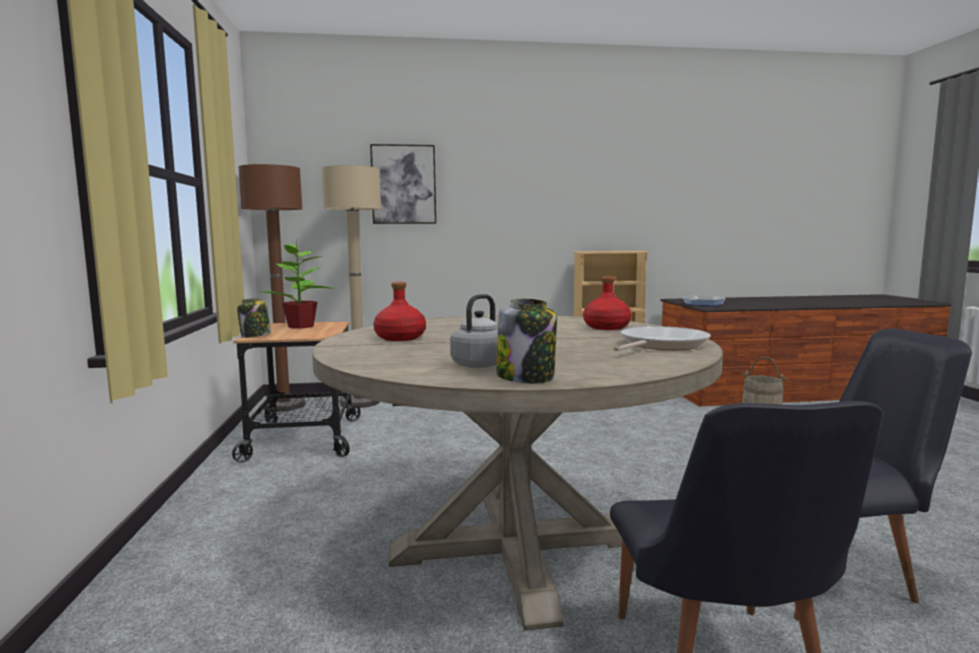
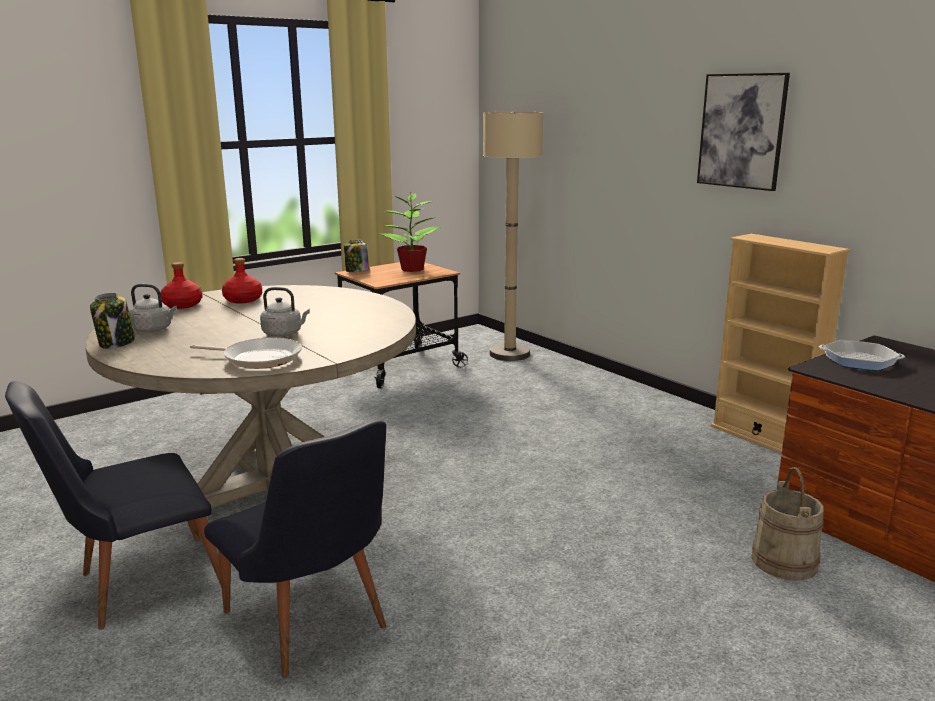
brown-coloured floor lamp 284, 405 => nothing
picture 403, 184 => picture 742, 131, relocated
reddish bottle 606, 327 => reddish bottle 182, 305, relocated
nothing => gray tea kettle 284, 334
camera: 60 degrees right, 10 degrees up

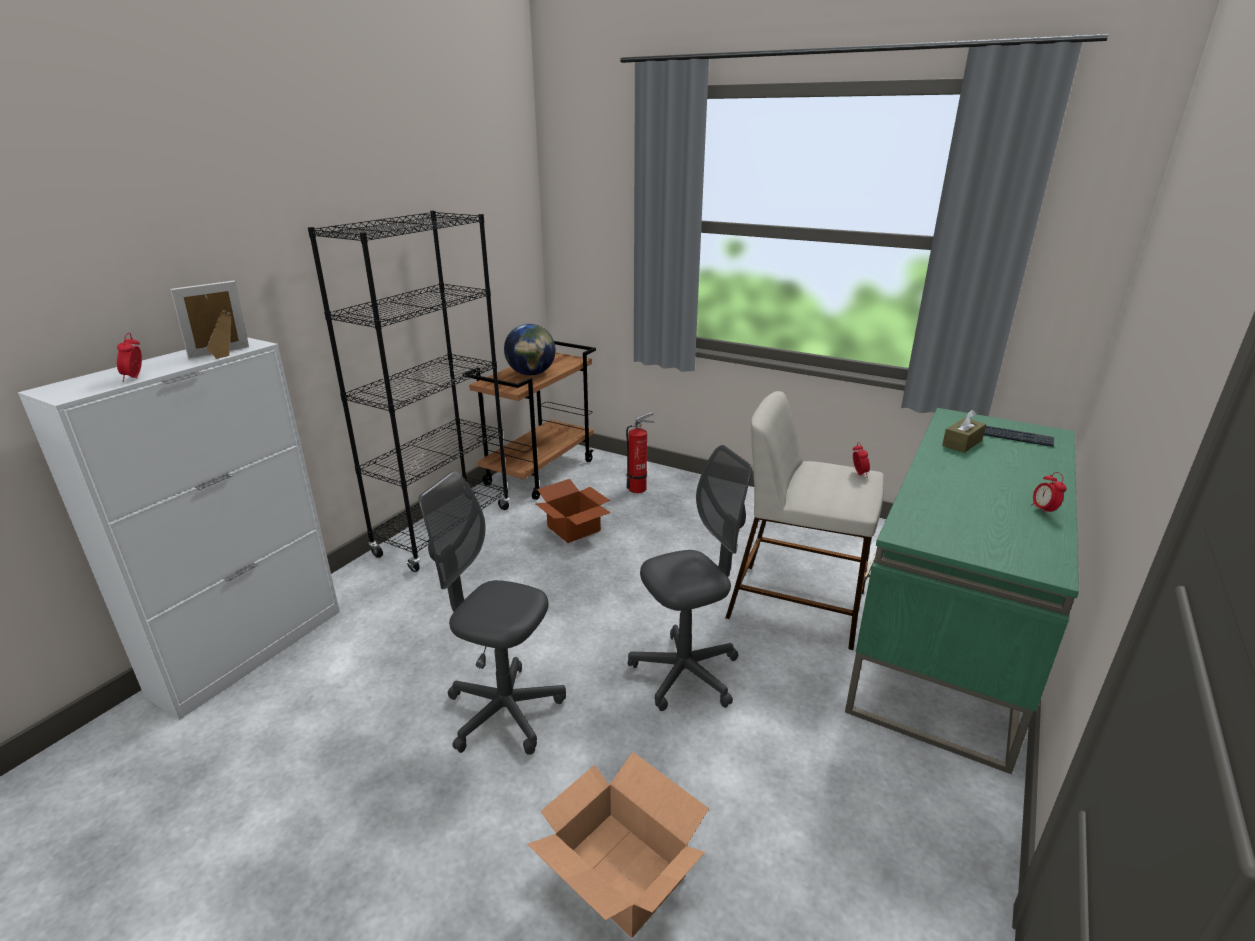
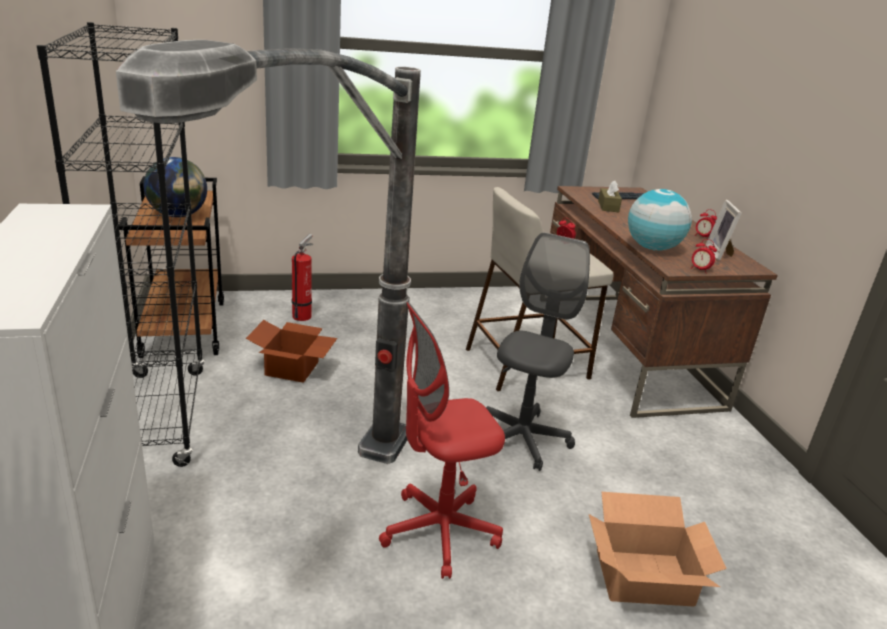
table clock 135, 378 => table clock 699, 270, relocated
standing frame 222, 354 => standing frame 720, 253, relocated
gray computer chair 504, 712 => reddish computer chair 439, 532
greenish desk 948, 636 => brown-coloured desk 624, 350
nothing => floor lamp 323, 539
nothing => desk globe 652, 248
camera: 45 degrees left, 0 degrees up

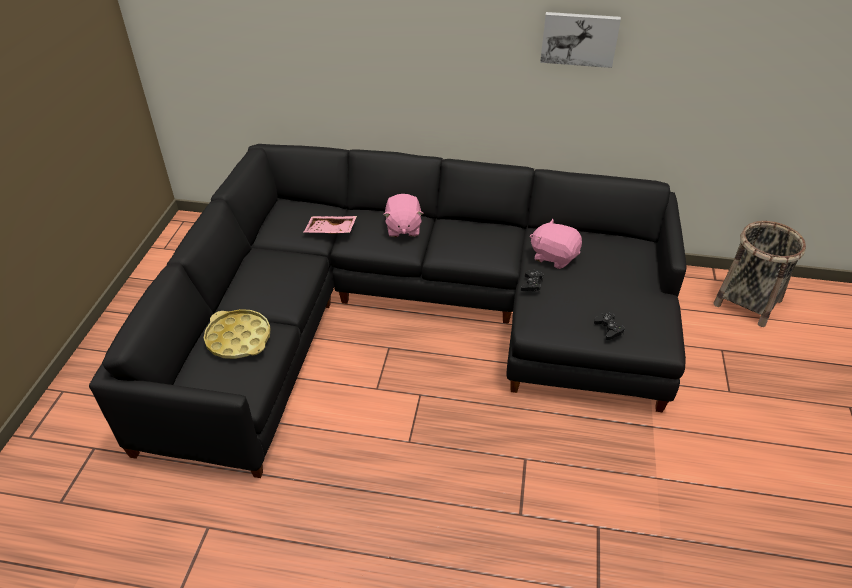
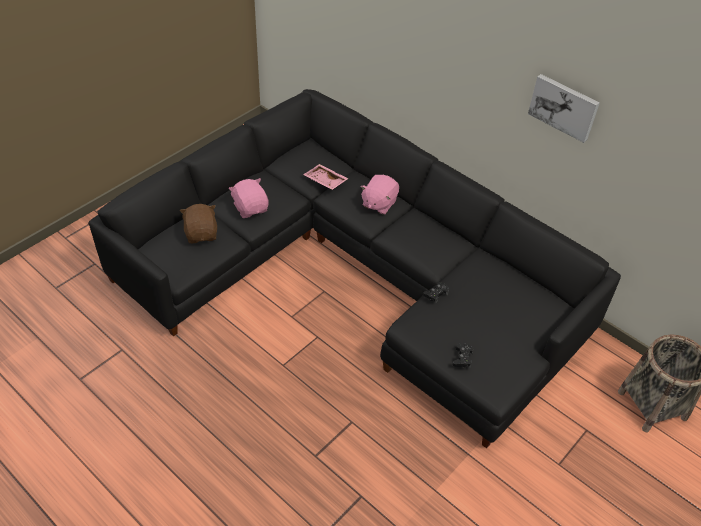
yellowish tray 238, 339 => brown-coloured plush toy 201, 234
pink-coloured plush toy 554, 256 => pink-coloured plush toy 251, 208, relocated
camera: 30 degrees right, 5 degrees up

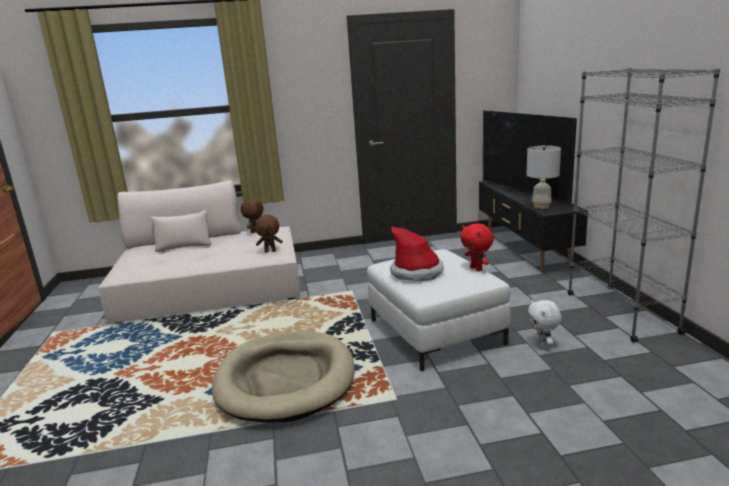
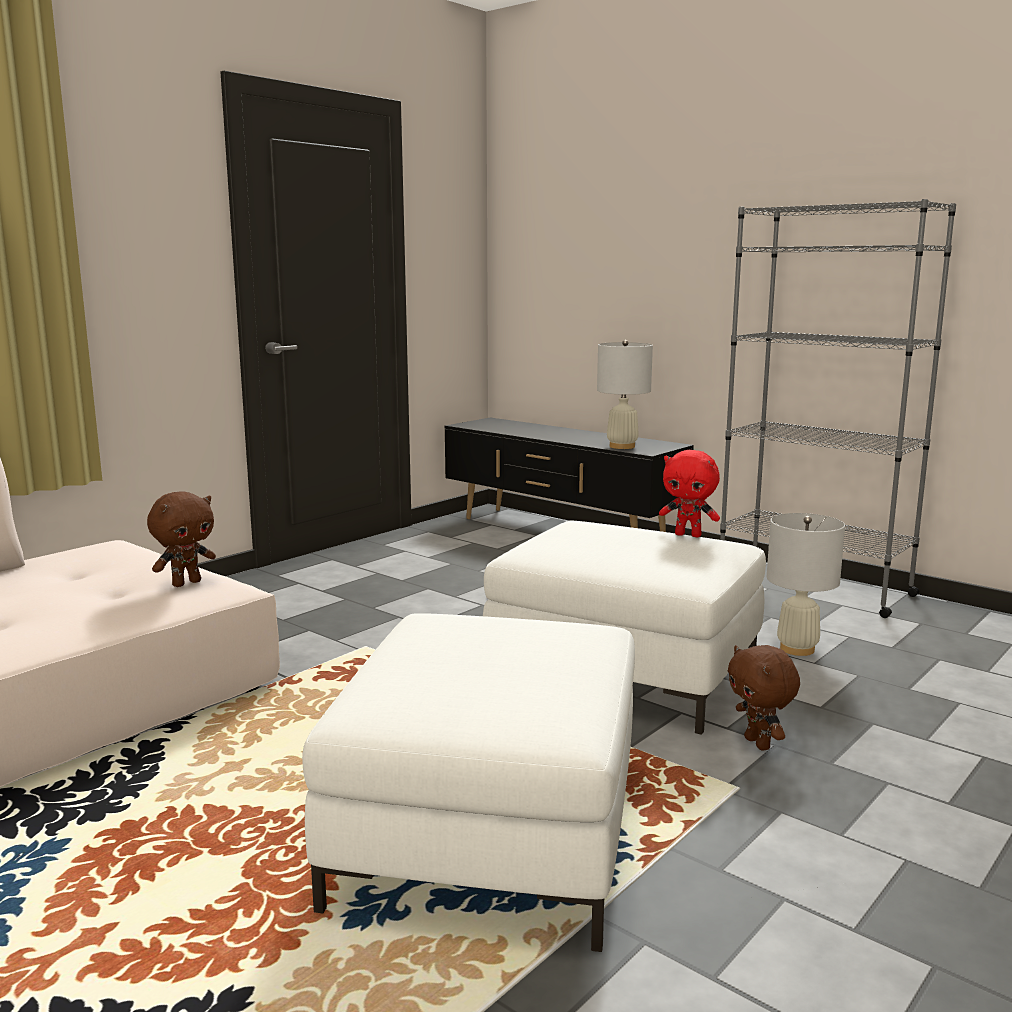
beige-coloured pet bed 285, 379 => whitish footrest 489, 832
brown-coloured plush toy 255, 232 => brown-coloured plush toy 759, 744, relocated
clothing hat 417, 272 => nothing
television 523, 192 => nothing
whitish plush toy 543, 345 => whitish table lamp 797, 649
camera: 40 degrees left, 5 degrees down

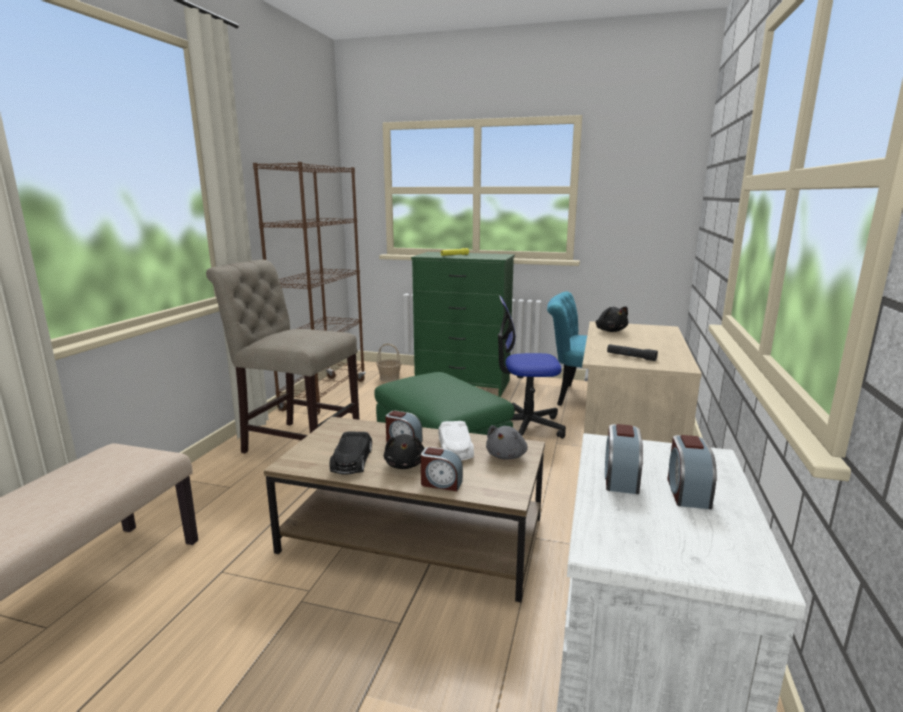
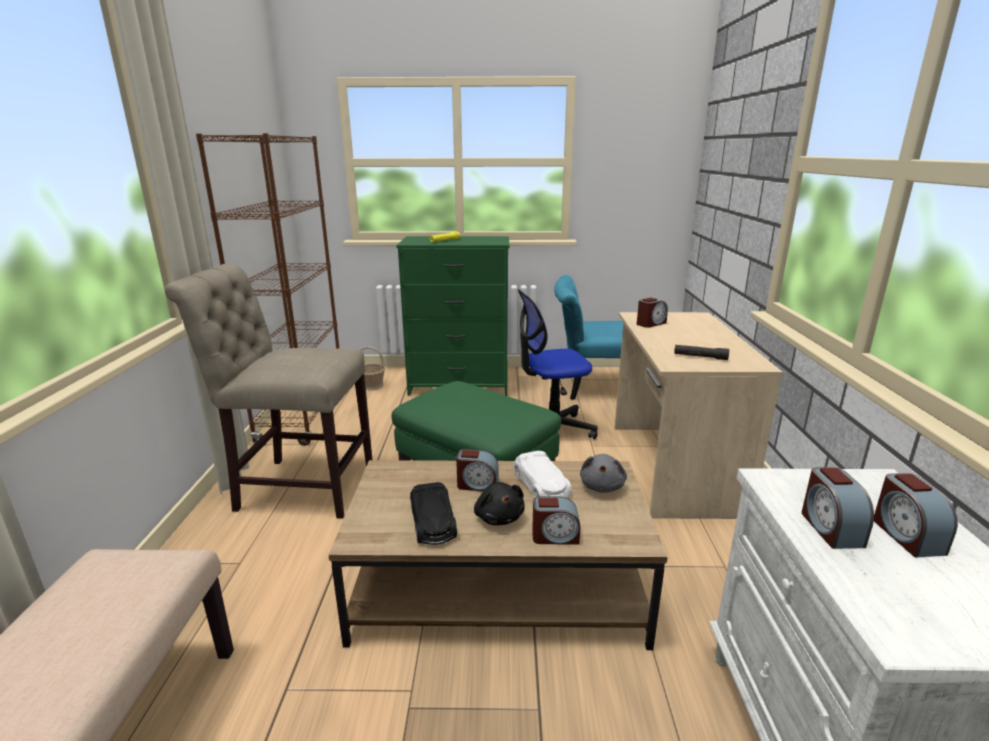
black-coloured plush toy 610, 331 => table clock 650, 323
camera: 15 degrees left, 5 degrees up

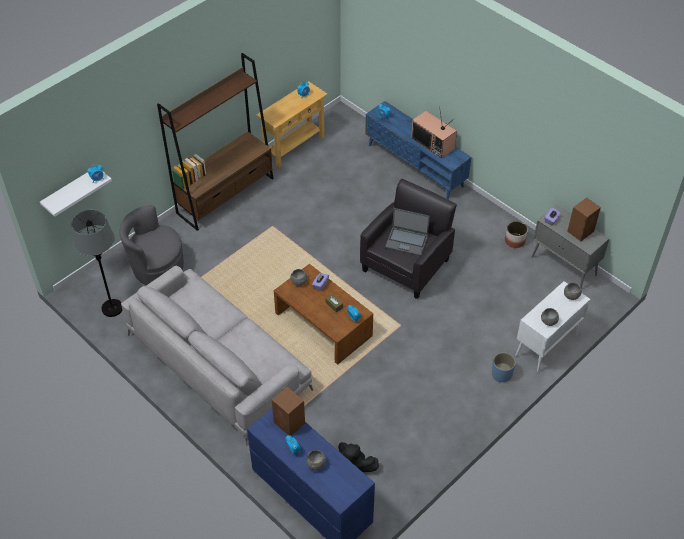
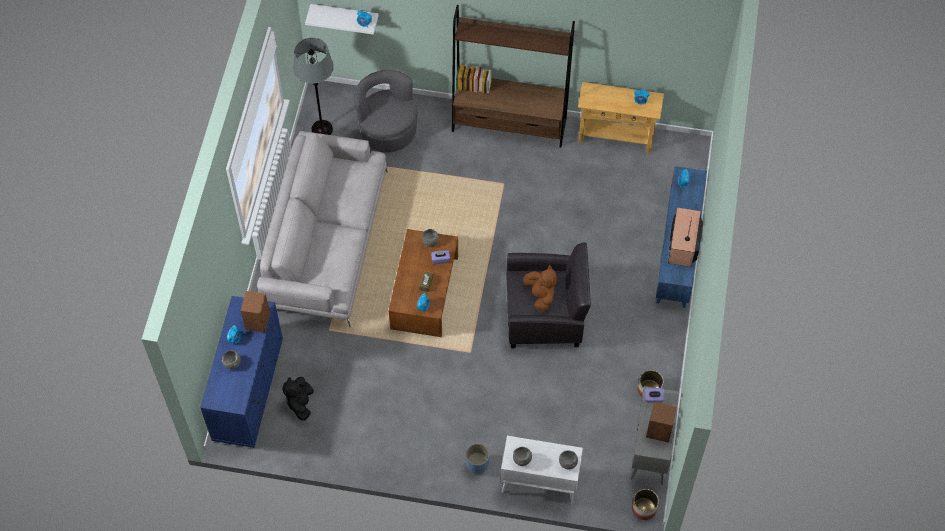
laptop 406, 241 => brown-coloured plush toy 540, 295
nothing => flower pot 644, 508
camera: 55 degrees right, 10 degrees up

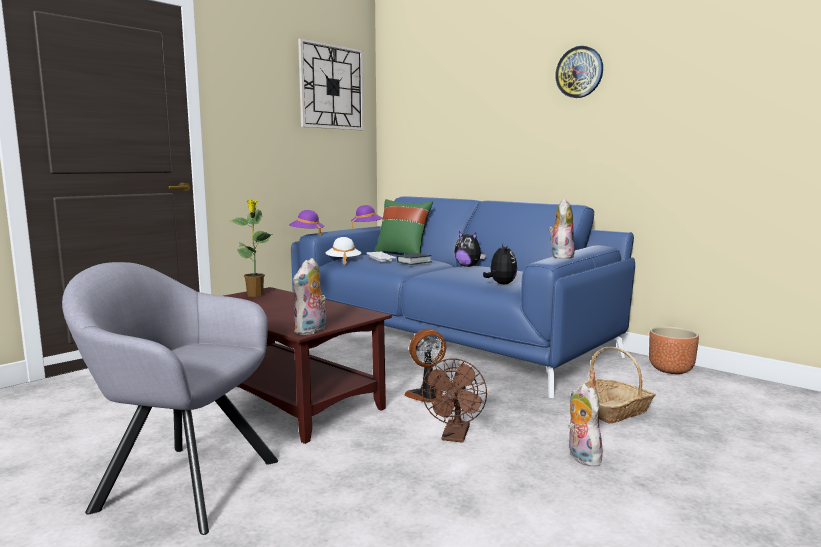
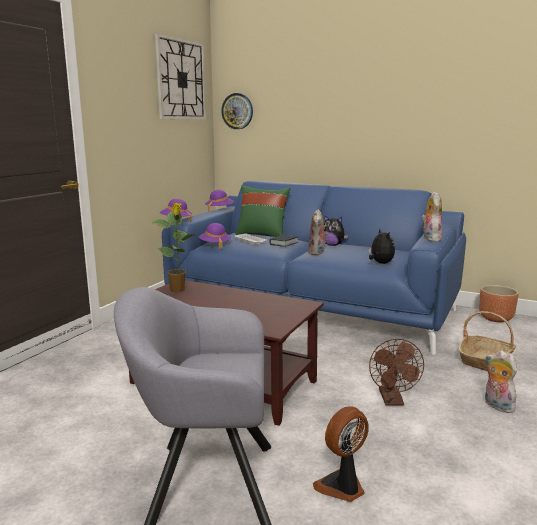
plush toy 311, 331 => plush toy 317, 253, relocated
whitish clothing hat 343, 261 => purple-coloured clothing hat 215, 245
fan 426, 396 => fan 342, 487, relocated
clock on the wall 579, 72 => clock on the wall 237, 111, relocated
camera: 15 degrees left, 5 degrees up

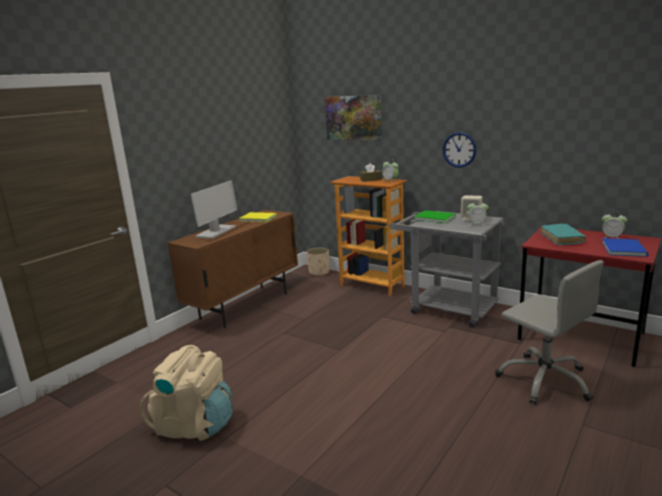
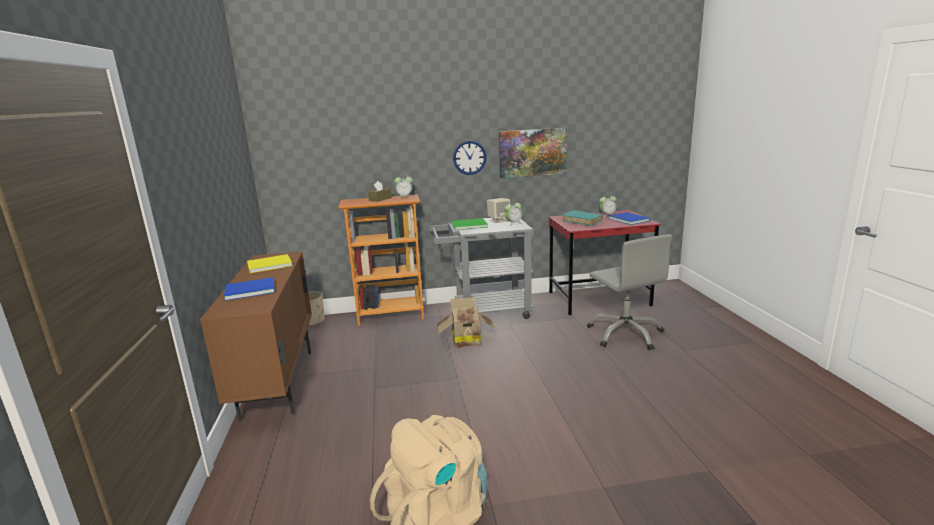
computer screen 216, 232 => blue-coloured book 248, 290
picture 353, 117 => picture 532, 152, relocated
gray computer chair 544, 380 => gray computer chair 625, 334, 60 degrees clockwise
nothing => packing box 465, 340
camera: 45 degrees left, 0 degrees up

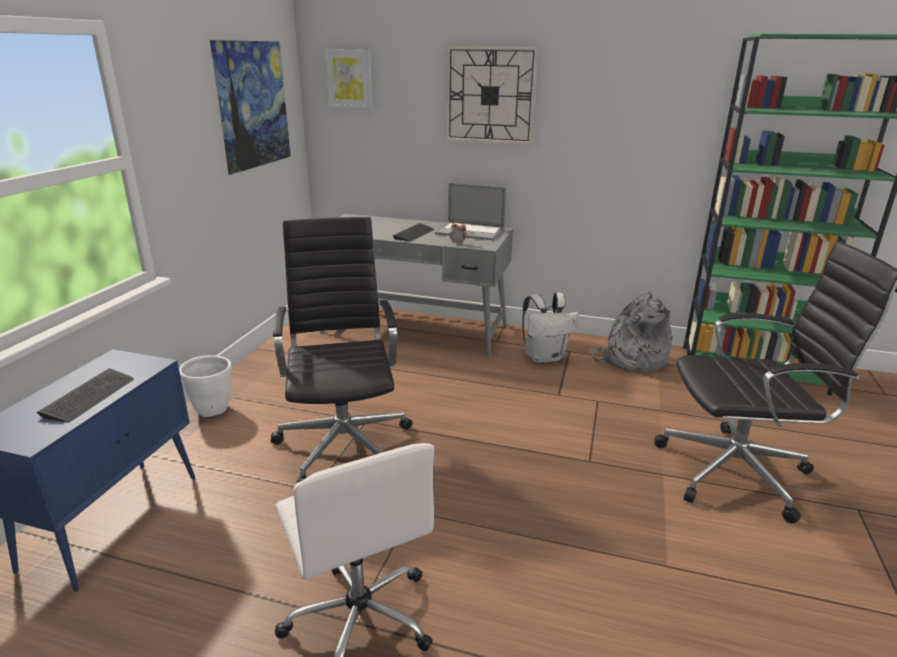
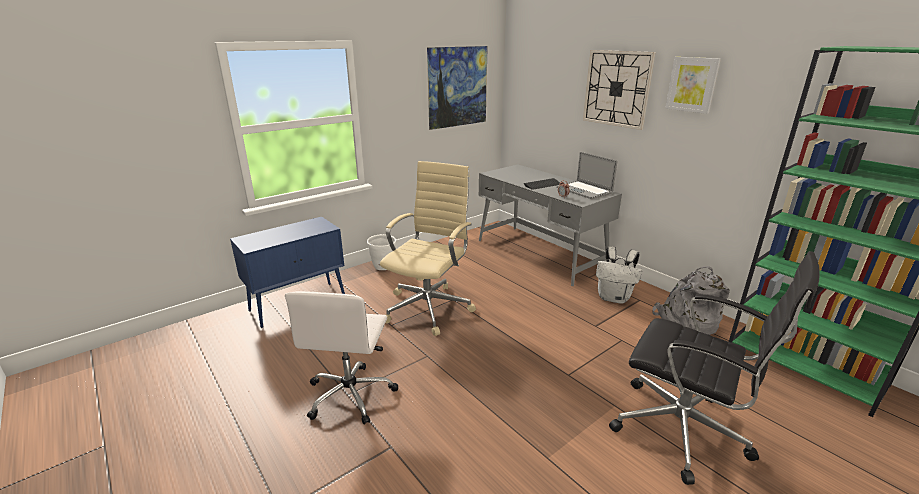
keyboard 89, 397 => nothing
black-coloured computer chair 344, 443 => beige-coloured computer chair 429, 307
picture 349, 78 => picture 692, 84, relocated
camera: 35 degrees right, 0 degrees up

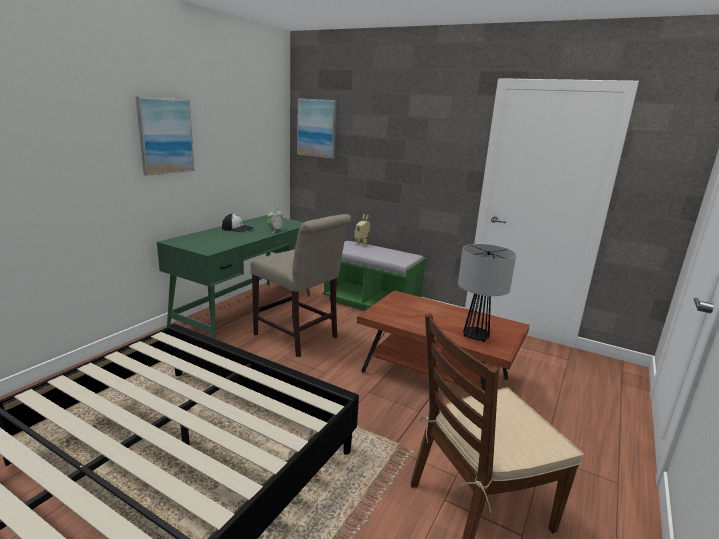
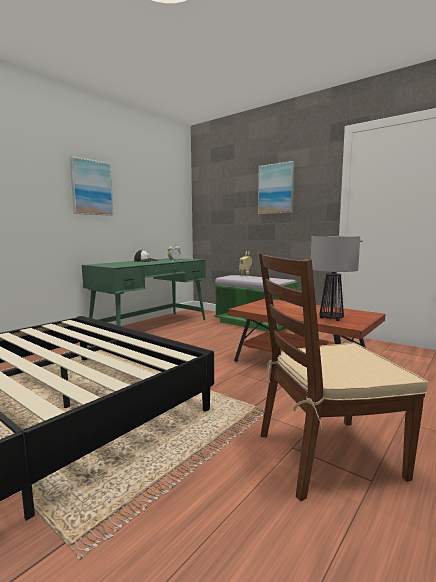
beige-coloured plain chair 298, 337 => nothing
picture 317, 128 => picture 276, 188, relocated
camera: 10 degrees right, 10 degrees down

